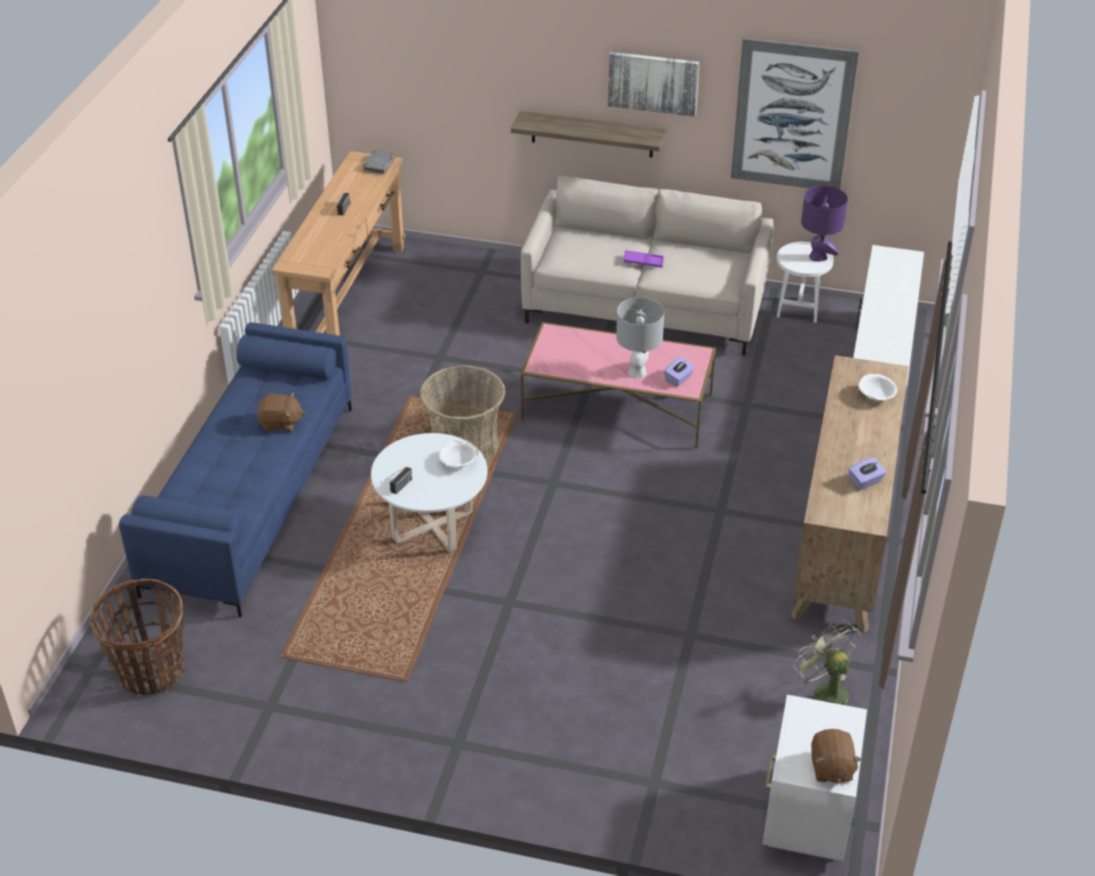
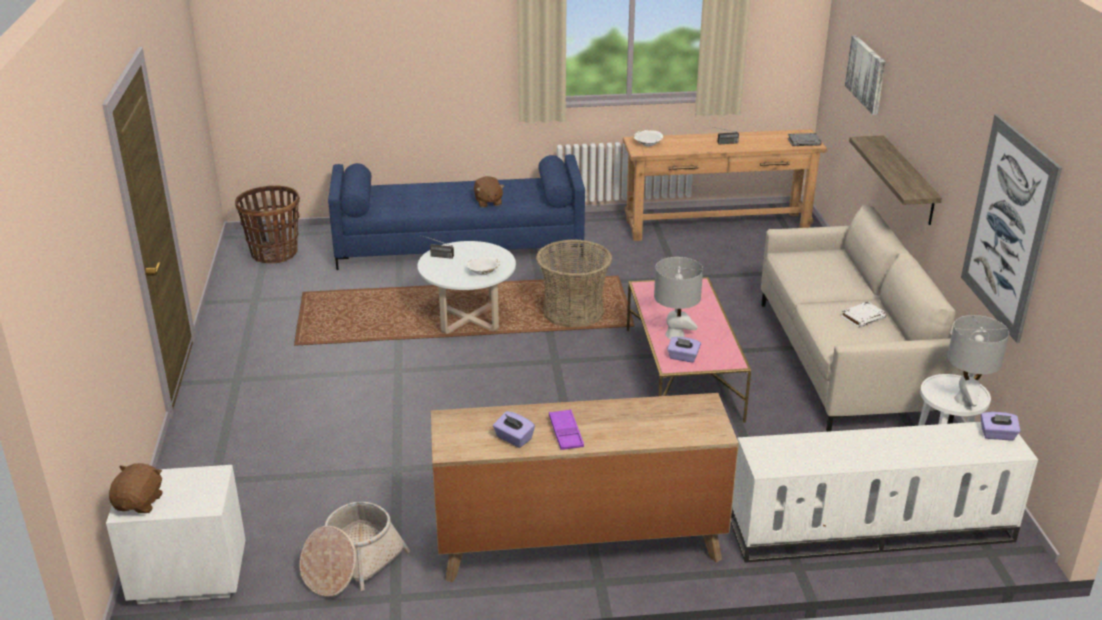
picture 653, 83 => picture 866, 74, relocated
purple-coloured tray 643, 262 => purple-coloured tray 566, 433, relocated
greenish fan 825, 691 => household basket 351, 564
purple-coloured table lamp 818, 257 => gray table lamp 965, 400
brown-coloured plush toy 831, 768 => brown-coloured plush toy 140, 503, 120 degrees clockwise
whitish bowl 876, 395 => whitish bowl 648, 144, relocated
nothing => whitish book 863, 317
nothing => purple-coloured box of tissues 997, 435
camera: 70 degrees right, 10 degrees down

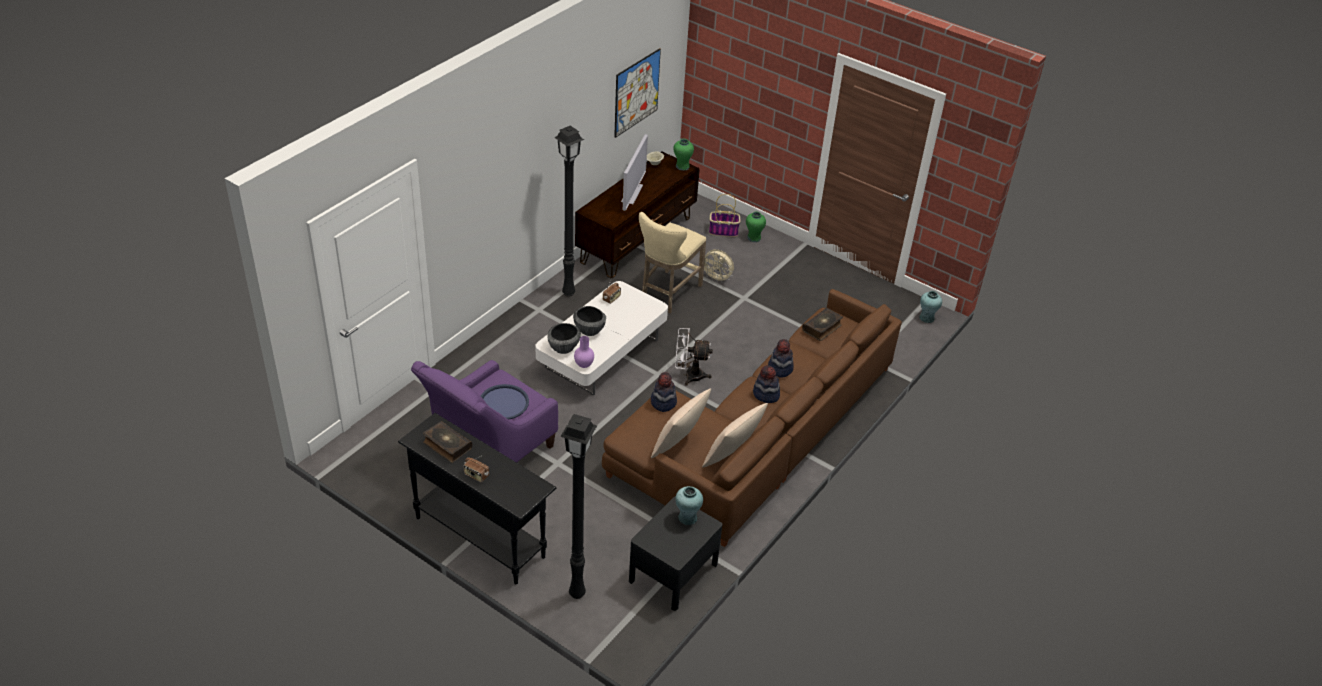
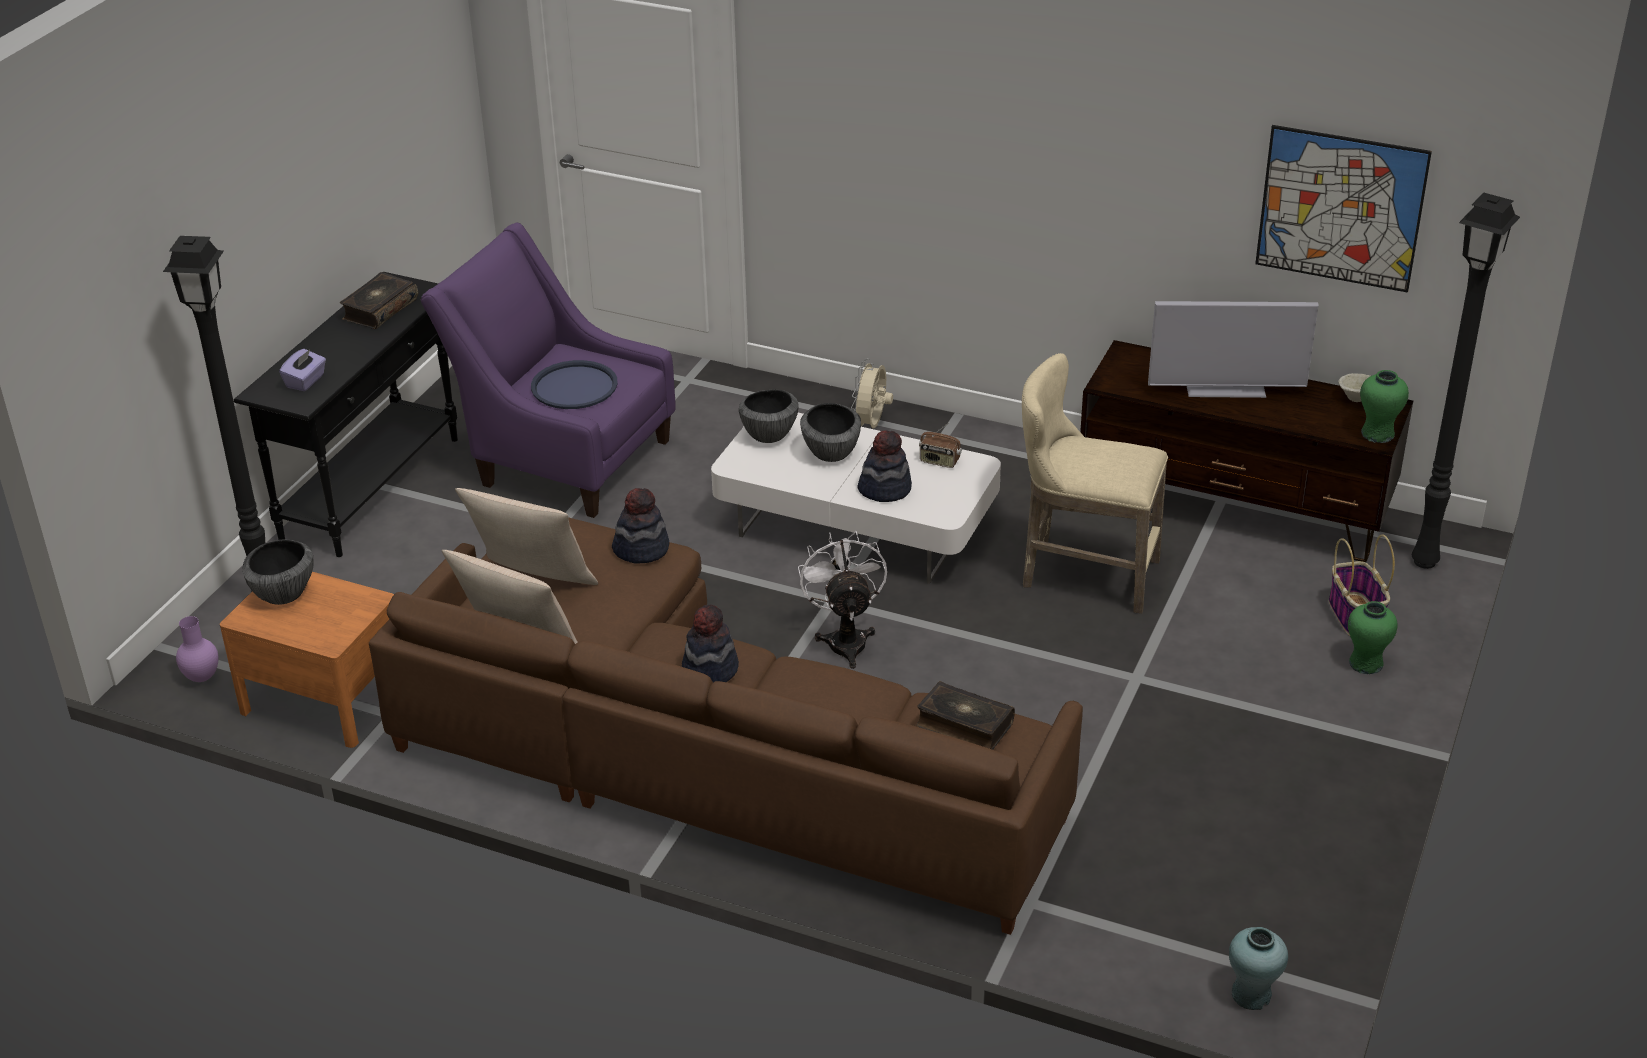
radio 476, 475 => nothing
black-coloured floor lamp 568, 292 => black-coloured floor lamp 1427, 561, relocated
purple-coloured decorative vase 583, 365 => purple-coloured decorative vase 201, 677, relocated
black-coloured night table 673, 572 => orange night table 325, 698
blue-green decorative vase 687, 518 => nothing
beige-coloured fan 716, 279 => beige-coloured fan 871, 426, relocated
clothing hat 780, 368 => clothing hat 885, 489, relocated
nothing => bowl 283, 594
nothing => purple-coloured box of tissues 306, 381
camera: 80 degrees right, 5 degrees down

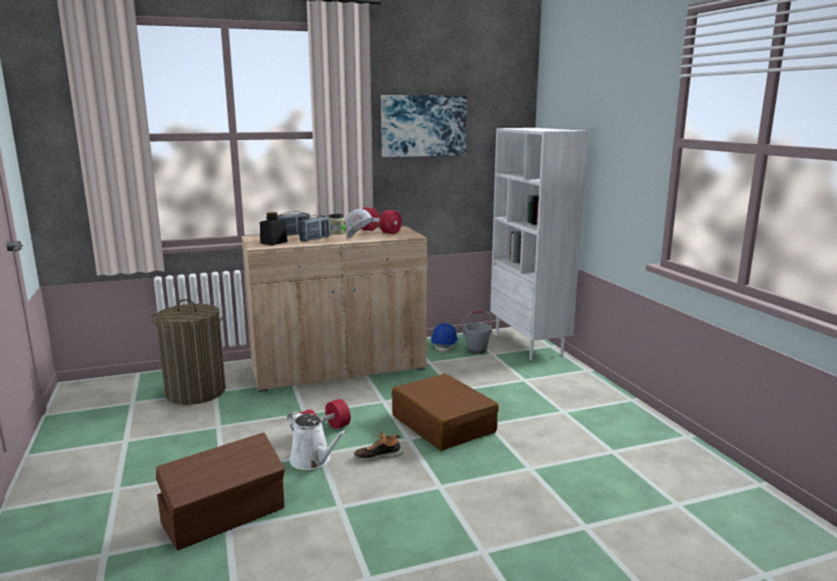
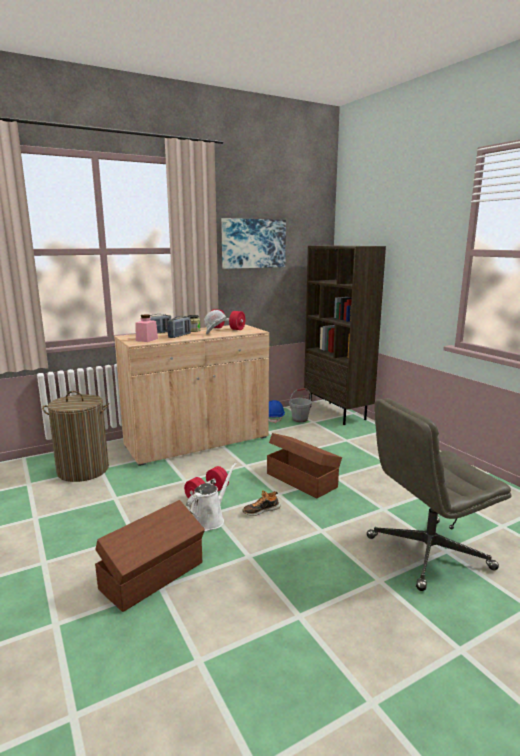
black-coloured jar 273, 242 => pink-coloured jar 147, 340
whitish watering can 313, 460 => whitish watering can 209, 519, 90 degrees counterclockwise
brown-coloured travel case 444, 424 => brown-coloured storage box 301, 479
whitish shelving unit 529, 344 => brown-coloured shelving unit 337, 413
nothing => gray computer chair 427, 553
camera: 10 degrees left, 0 degrees up

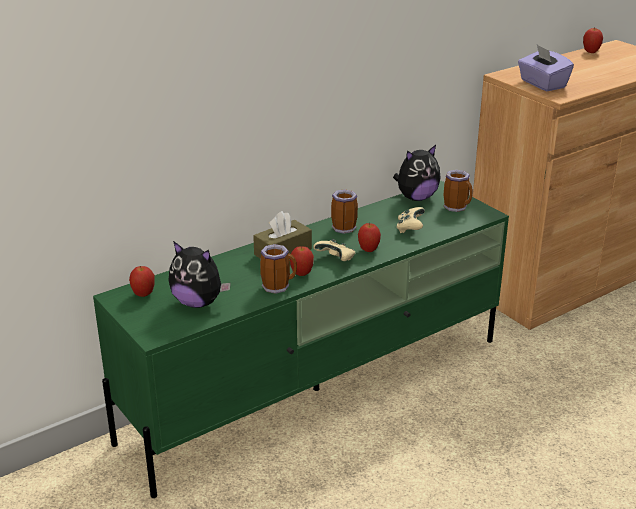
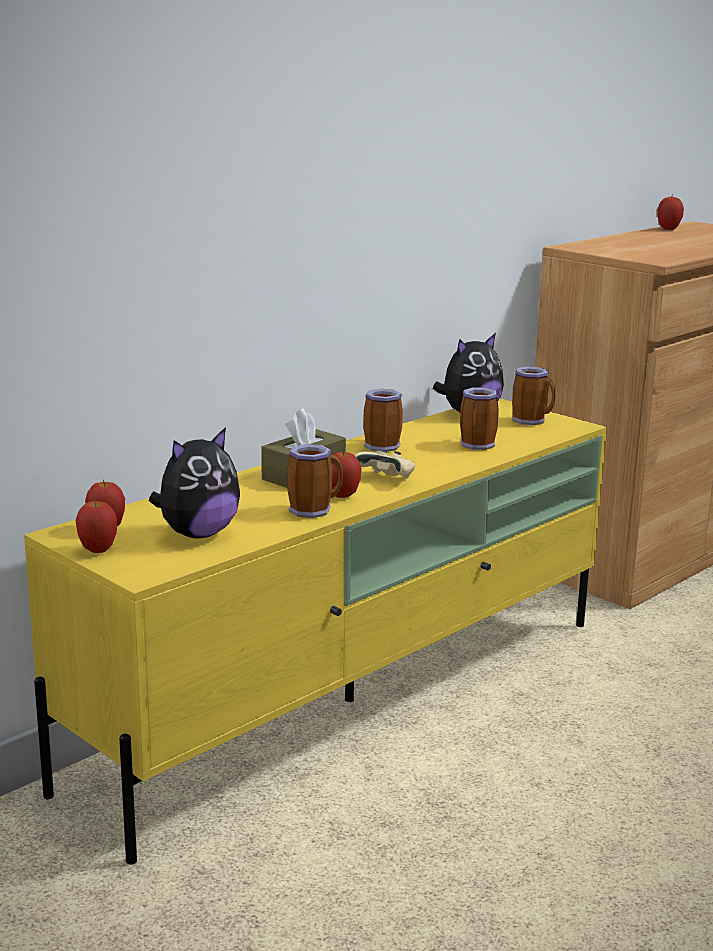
greenish media console 319, 388 => yellowish media console 353, 699
plush toy 198, 302 => plush toy 197, 533, 60 degrees counterclockwise
apple 368, 250 => apple 98, 550, relocated
beige-coloured game controller 410, 228 => coffee mug 477, 444
purple-coloured box of tissues 542, 84 => nothing
camera: 10 degrees left, 10 degrees down

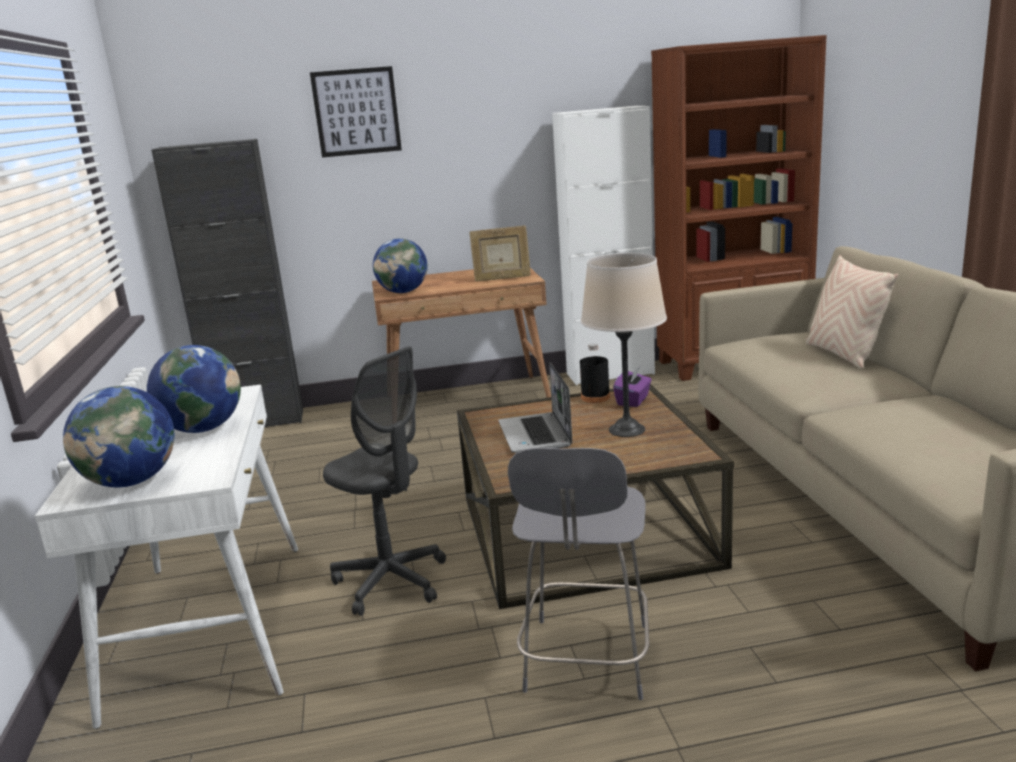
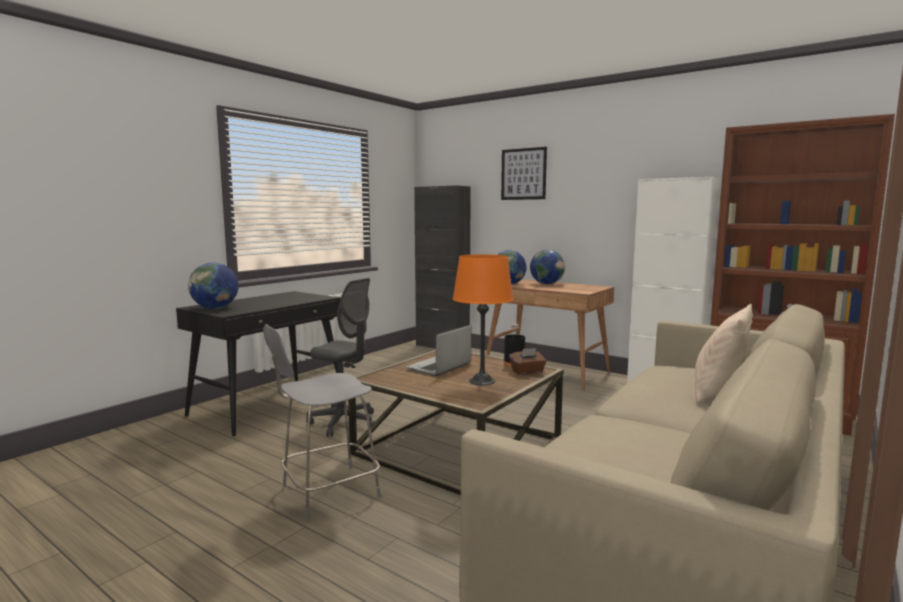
whitish desk 210, 625 => black-coloured desk 269, 405
desk globe 203, 429 => desk globe 546, 284, relocated
gray computer chair 391, 582 => gray computer chair 343, 422, 60 degrees counterclockwise
standing frame 502, 279 => nothing
beige-coloured table lamp 626, 429 => orange table lamp 482, 381
purple-coloured box of tissues 633, 400 => brown-coloured box of tissues 527, 372
camera: 45 degrees right, 10 degrees down

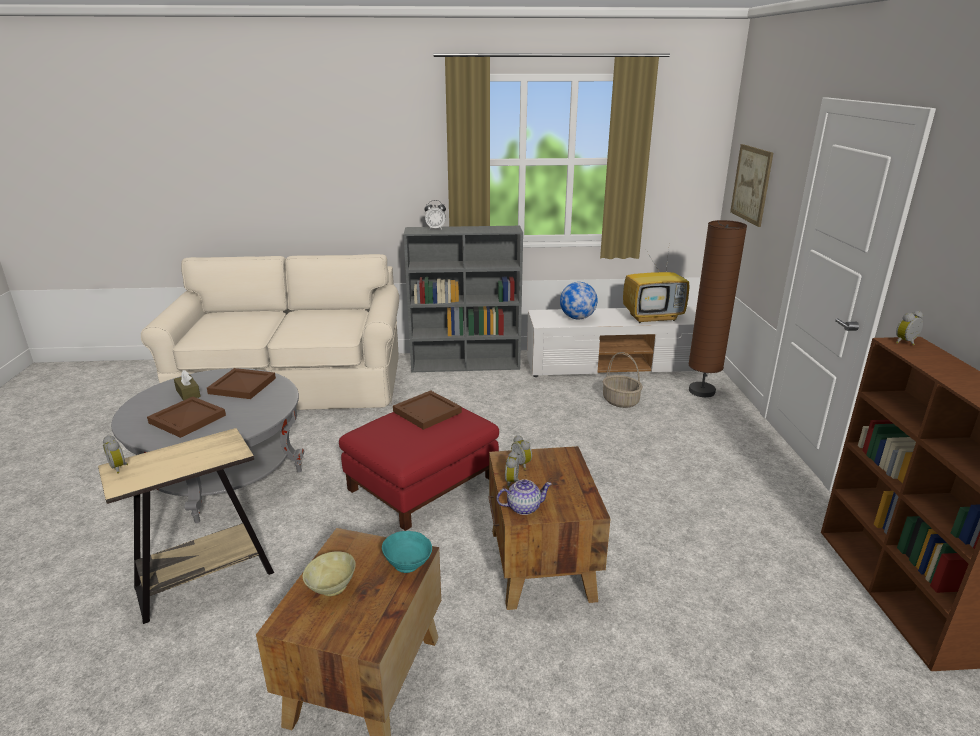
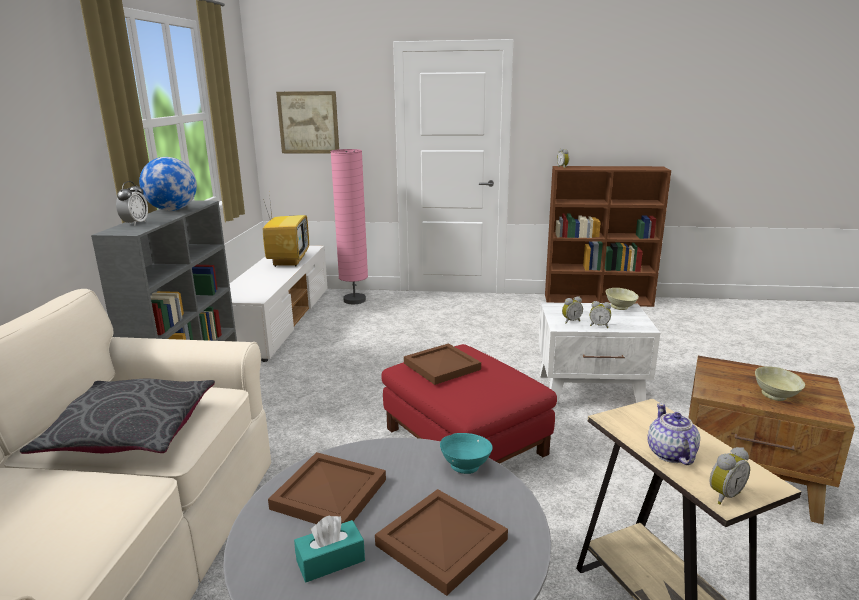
brown-coloured box of tissues 188, 393 => blue-green box of tissues 330, 560
blue-green bowl 408, 565 => blue-green bowl 466, 466, relocated
brown-coloured side table 541, 565 => whitish side table 591, 391
pot for tea 523, 507 => pot for tea 670, 454, relocated
desk globe 577, 318 => desk globe 172, 210, relocated
household basket 621, 401 => nothing
brown-coloured floor lamp 702, 391 => pink-coloured floor lamp 354, 300
nothing => gray pillow 130, 431
nothing => beige-coloured bowl 620, 307
camera: 80 degrees left, 5 degrees down

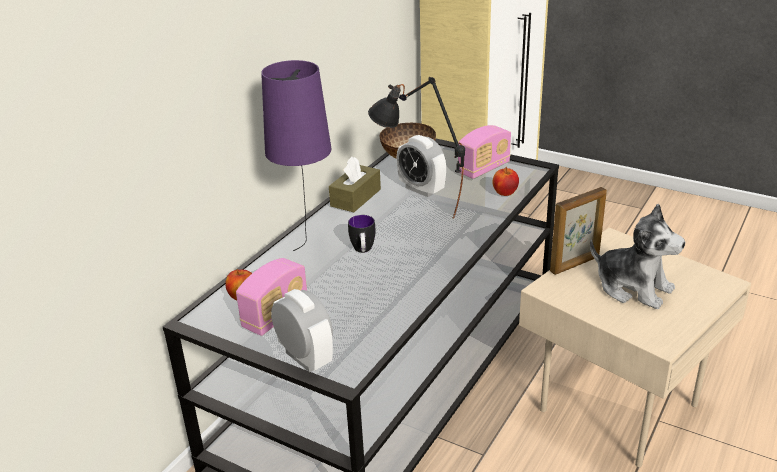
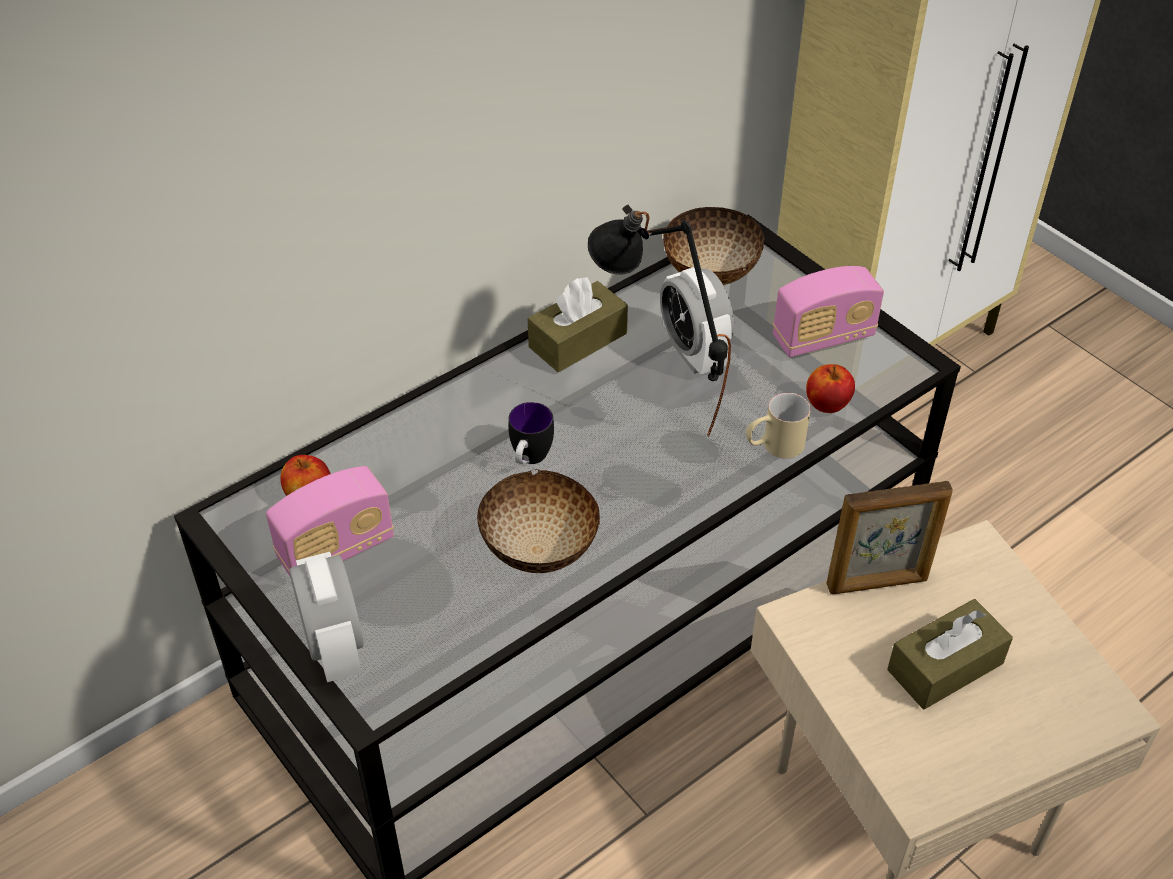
purple-coloured table lamp 309, 251 => nothing
plush toy 633, 288 => brown-coloured box of tissues 945, 666
nothing => bowl 541, 551
nothing => beige-coloured coffee mug 773, 446
camera: 20 degrees right, 15 degrees up

